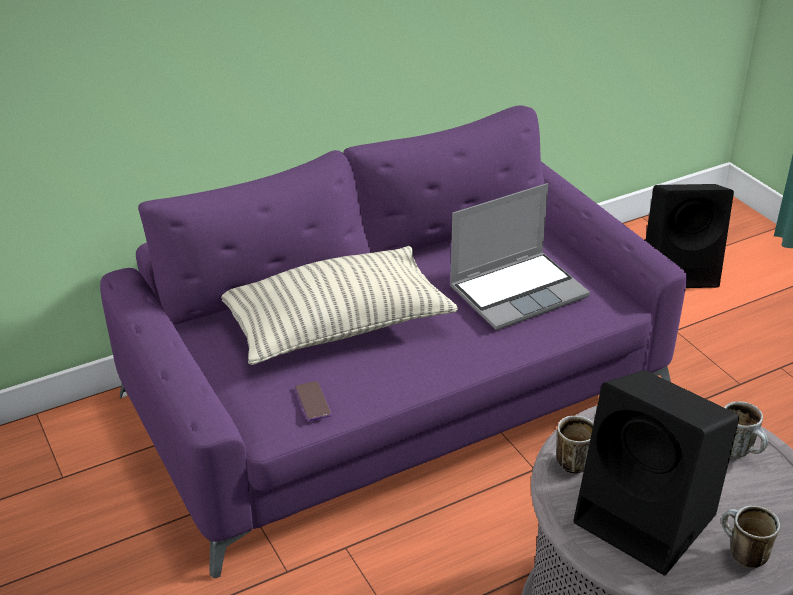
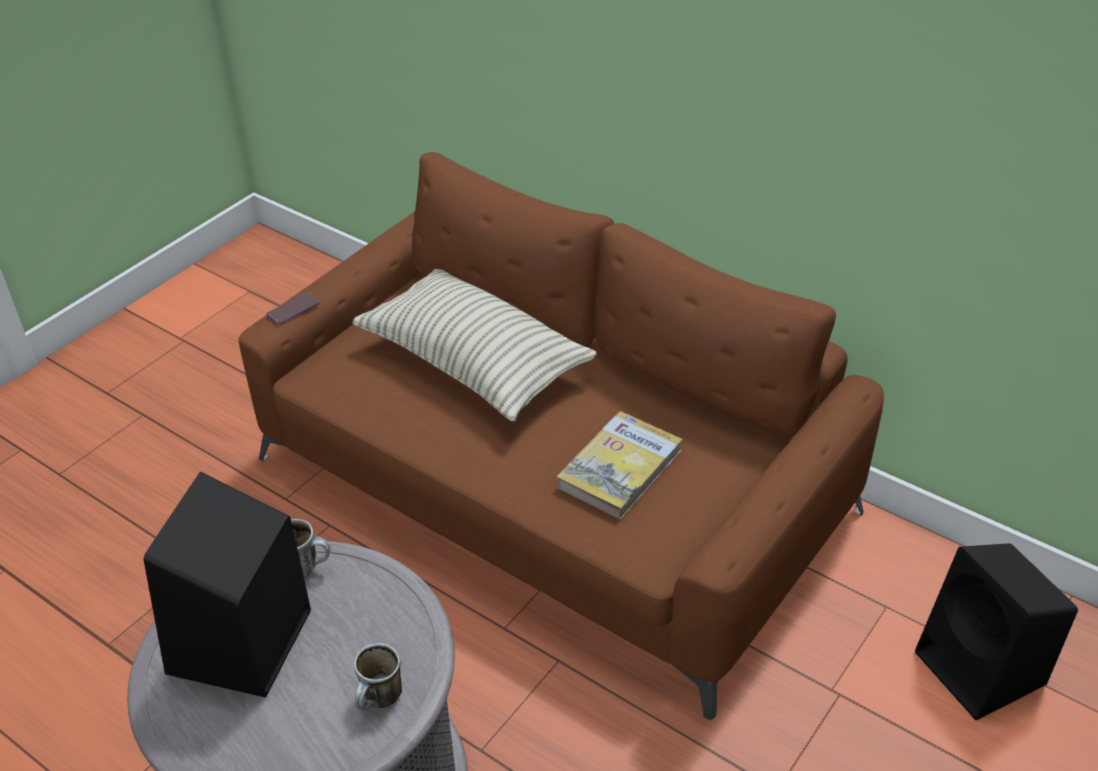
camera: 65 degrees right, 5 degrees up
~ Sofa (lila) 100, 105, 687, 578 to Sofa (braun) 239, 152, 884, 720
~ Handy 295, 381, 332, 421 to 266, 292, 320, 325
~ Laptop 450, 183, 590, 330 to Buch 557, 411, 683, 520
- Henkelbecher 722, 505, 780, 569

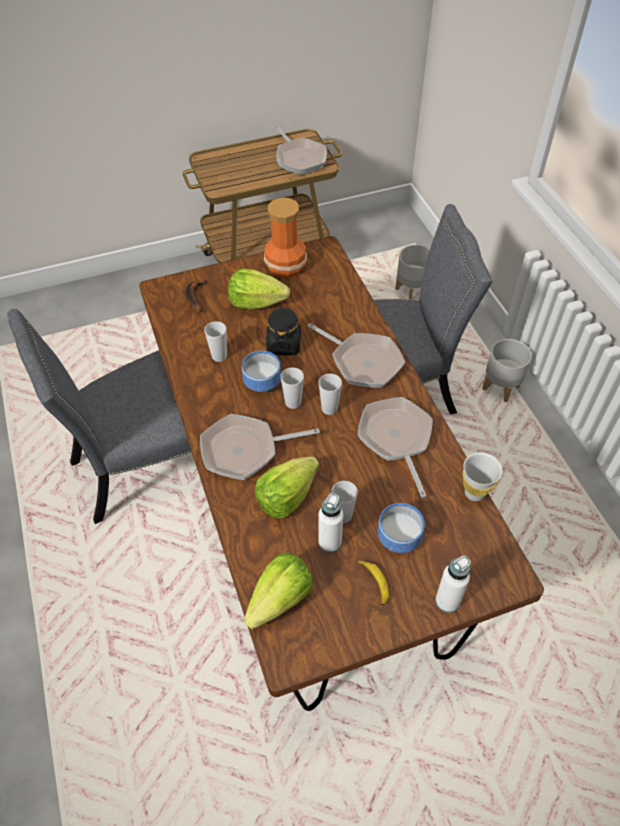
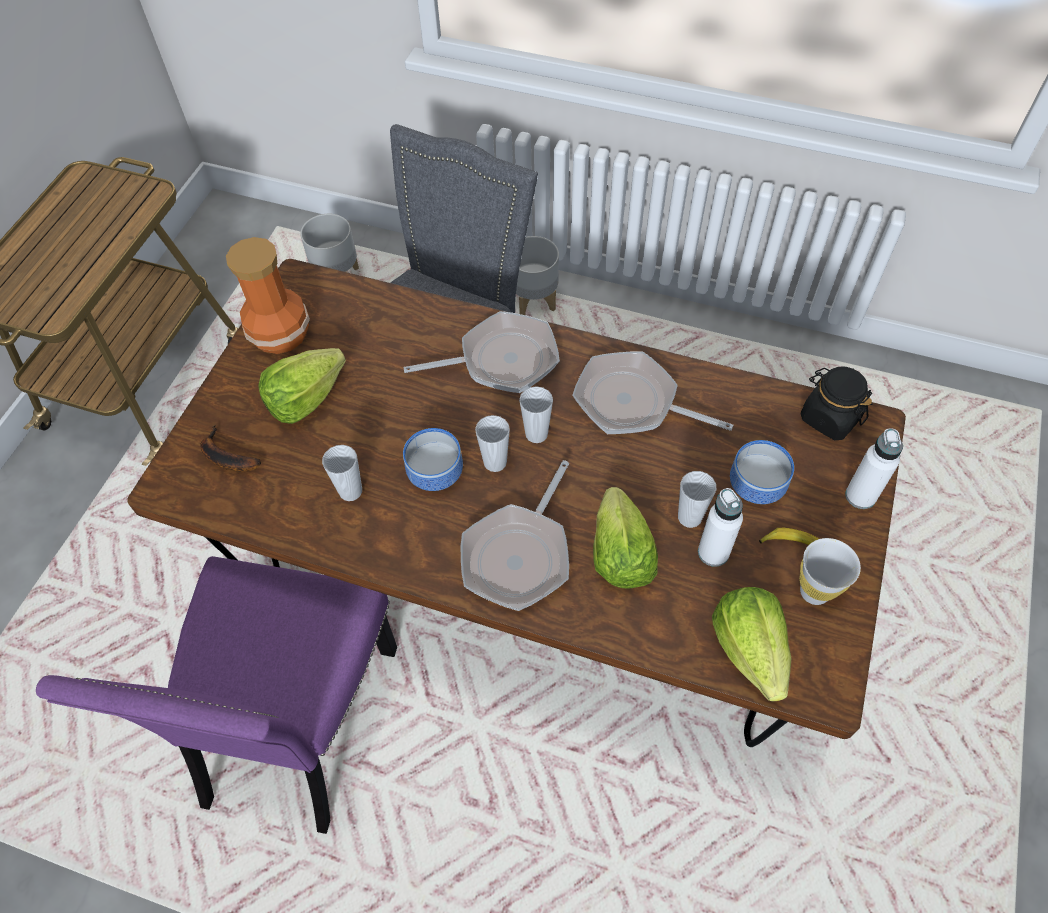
camera: 50 degrees left, 5 degrees up
~ Stuhl (grau) 7, 309, 191, 524 to Stuhl (lila) 36, 556, 397, 834
~ Vorratsglas (schwarz) 266, 307, 301, 355 to 801, 367, 873, 440
- Pfanne 275, 125, 327, 175
~ Tasse (weiß) 463, 452, 502, 501 to 799, 538, 861, 605

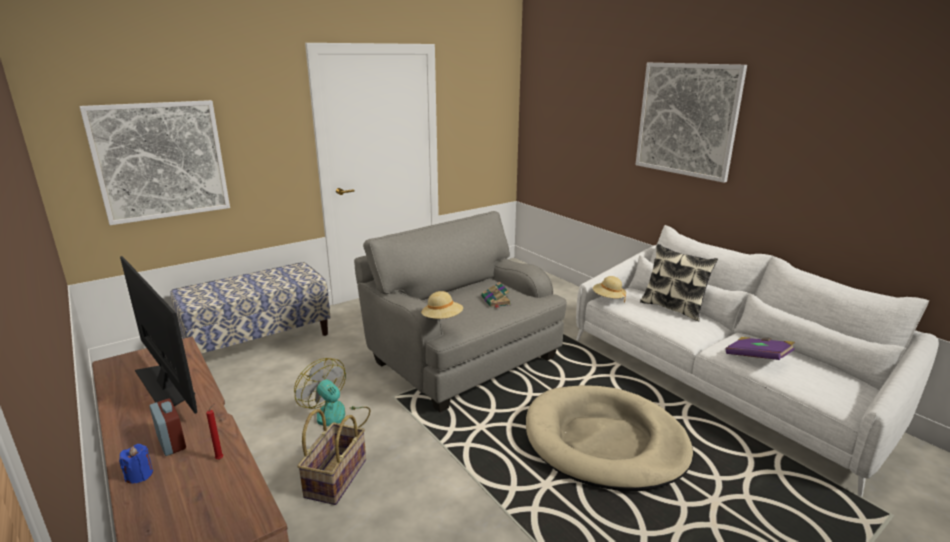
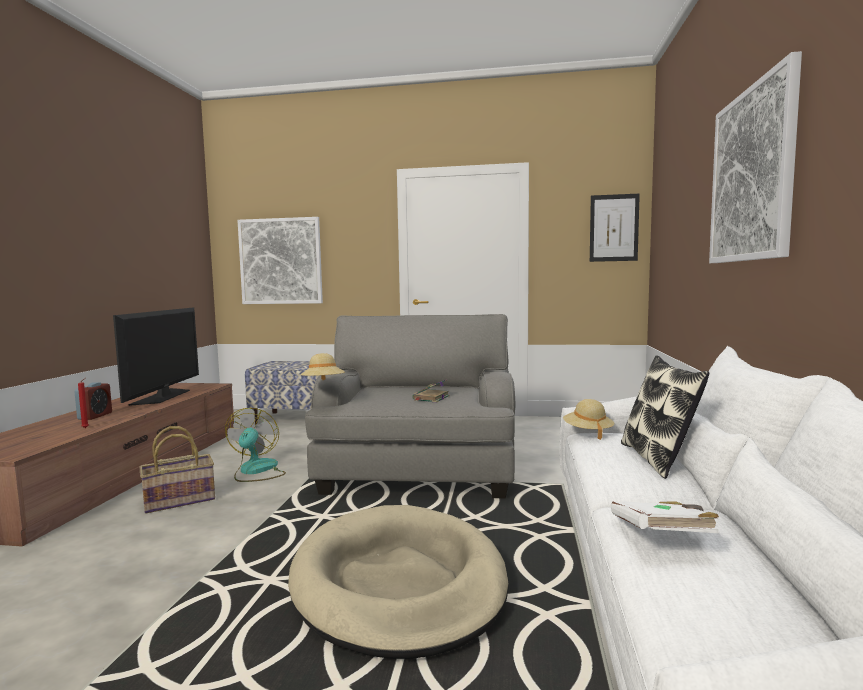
camera: 45 degrees right, 15 degrees down
- Kerze (blau) 119, 444, 153, 484
~ Buch (lila) 726, 337, 795, 360 to Buch (weiß) 611, 501, 719, 533
+ Bild 590, 194, 640, 262

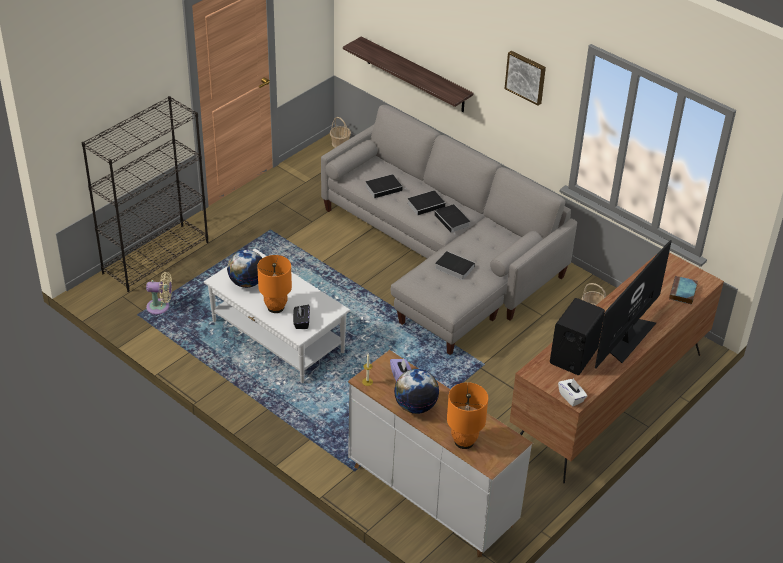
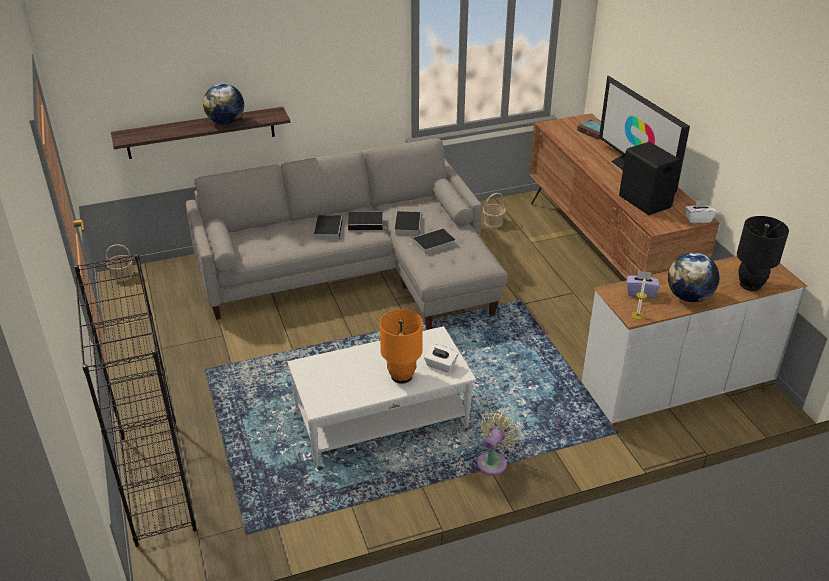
camera: 60 degrees left, 5 degrees down
~ Ventilator (beige) 146, 272, 172, 314 to 477, 413, 519, 475
~ Globus 227, 250, 262, 288 to 203, 84, 244, 125
~ Taschentuchbox (schwarz) 293, 305, 310, 329 to Taschentuchbox (weiß) 424, 344, 458, 372
~ Buch 366, 174, 404, 198 to 395, 211, 421, 236
~ Tischlampe (orange) 447, 382, 488, 449 to Tischlampe (schwarz) 737, 216, 789, 291
- Bild 505, 51, 546, 106

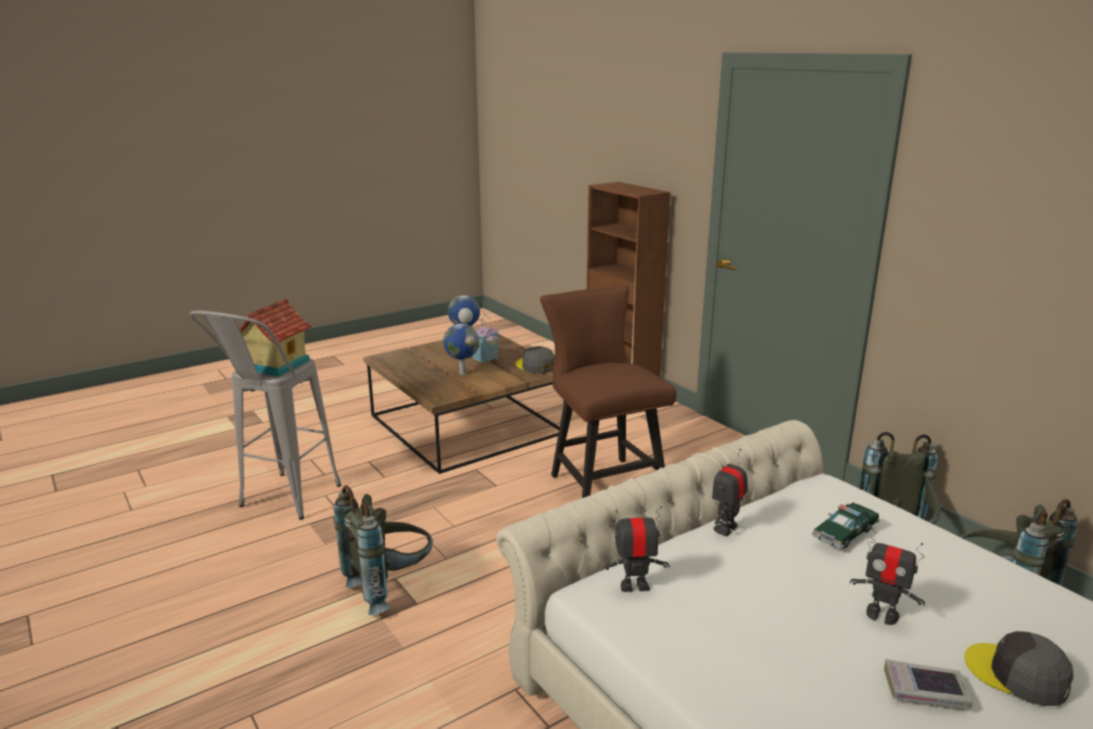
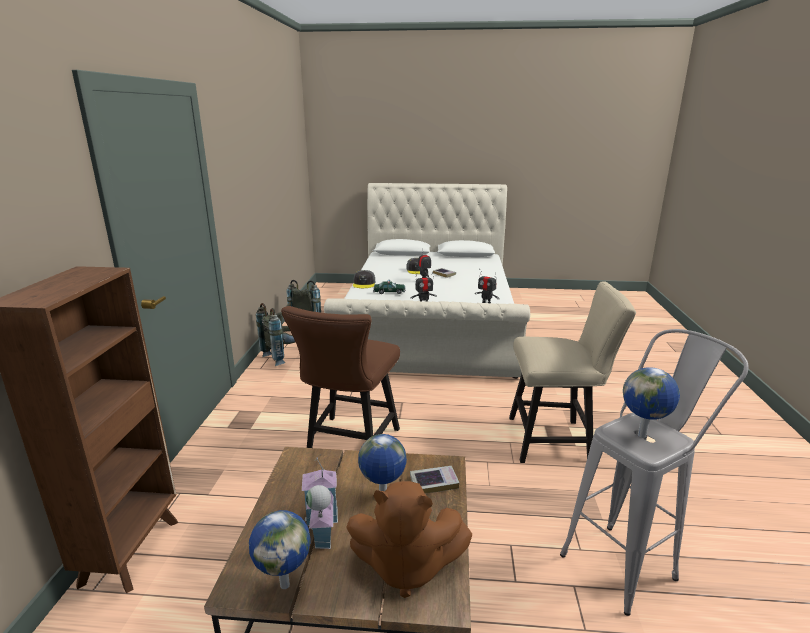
camera: 140 degrees left, 0 degrees up
~ Spielzeughaus 240, 299, 312, 376 to Globus 623, 367, 680, 438
~ Rucksack (grau) 333, 486, 433, 615 to Stuhl (beige) 509, 281, 636, 463
~ Kappe (grau) 516, 346, 555, 374 to 353, 270, 375, 288
+ Plüschtier (braun) 346, 481, 472, 598
+ Buch 410, 466, 459, 493

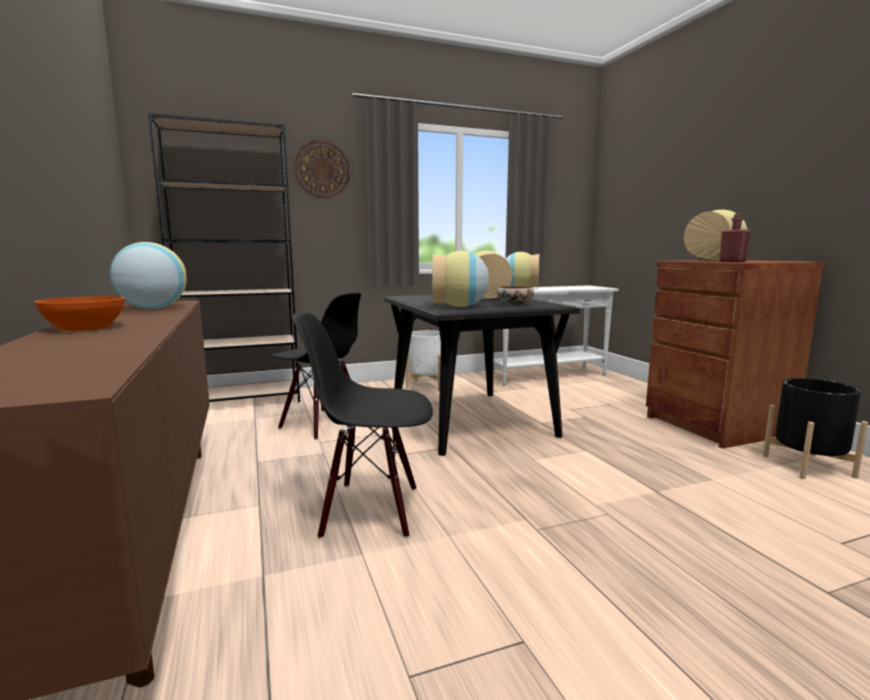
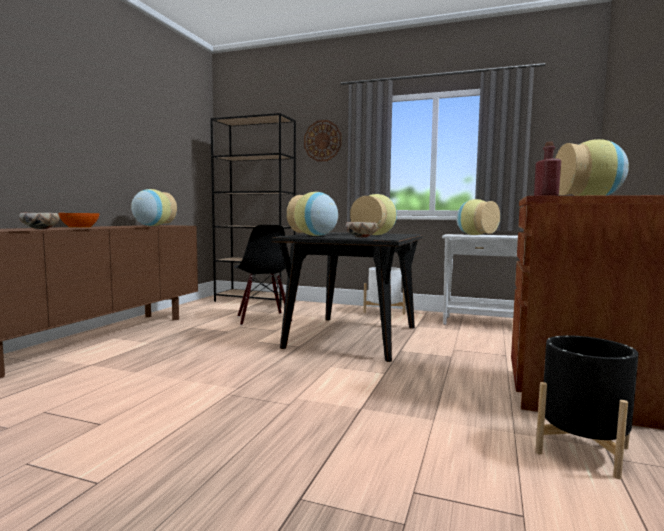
camera: 40 degrees right, 5 degrees down
- Stuhl (schwarz) 291, 312, 433, 539
+ Schüssel 19, 213, 60, 229

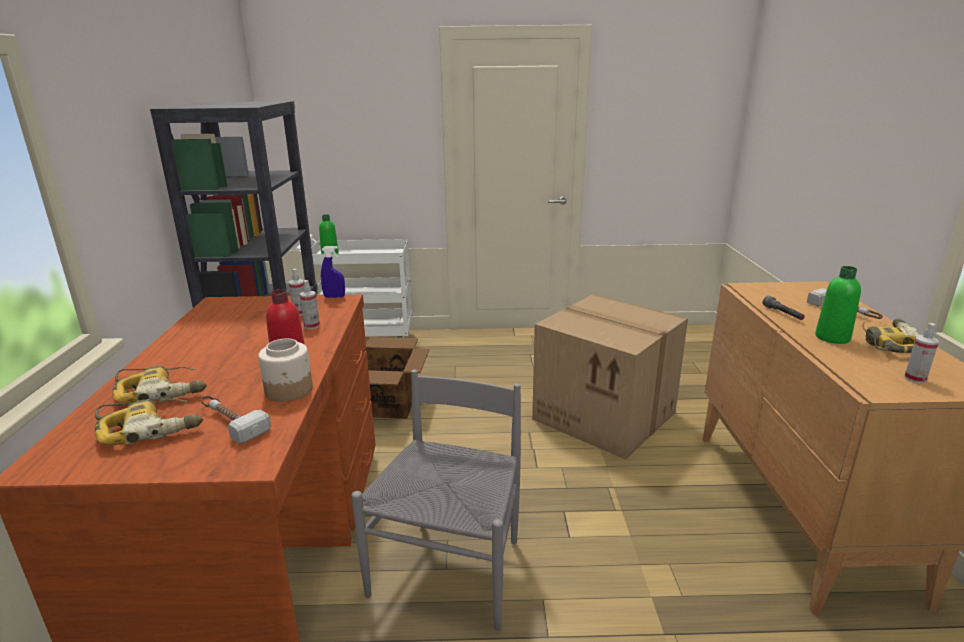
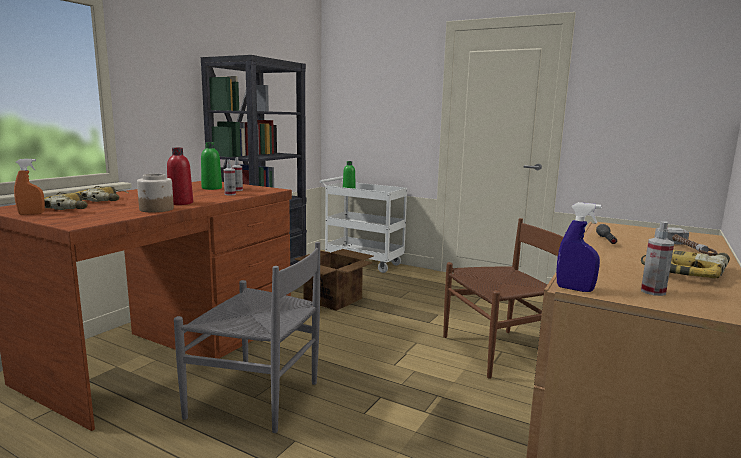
camera: 30 degrees right, 10 degrees down
- Hammer 201, 396, 271, 444
~ Sprühflasche (blau) 321, 246, 345, 298 to 556, 202, 602, 292
~ Stuhl (grau) 352, 369, 521, 631 = 174, 242, 320, 433 60 degrees clockwise
~ Karton 532, 294, 688, 459 to Stuhl (braun) 443, 218, 563, 379
~ Flasche (grün) 815, 266, 861, 344 to 201, 142, 222, 190
+ Sprühflasche (orange) 14, 159, 45, 215

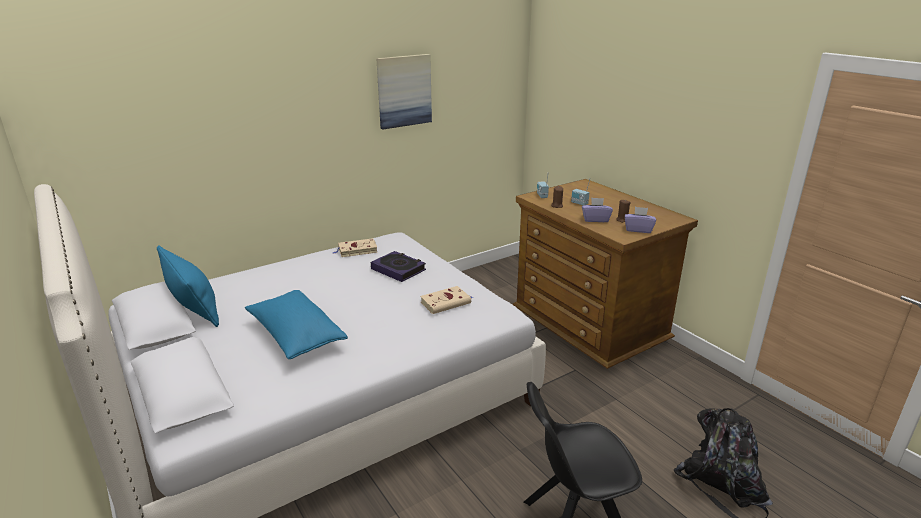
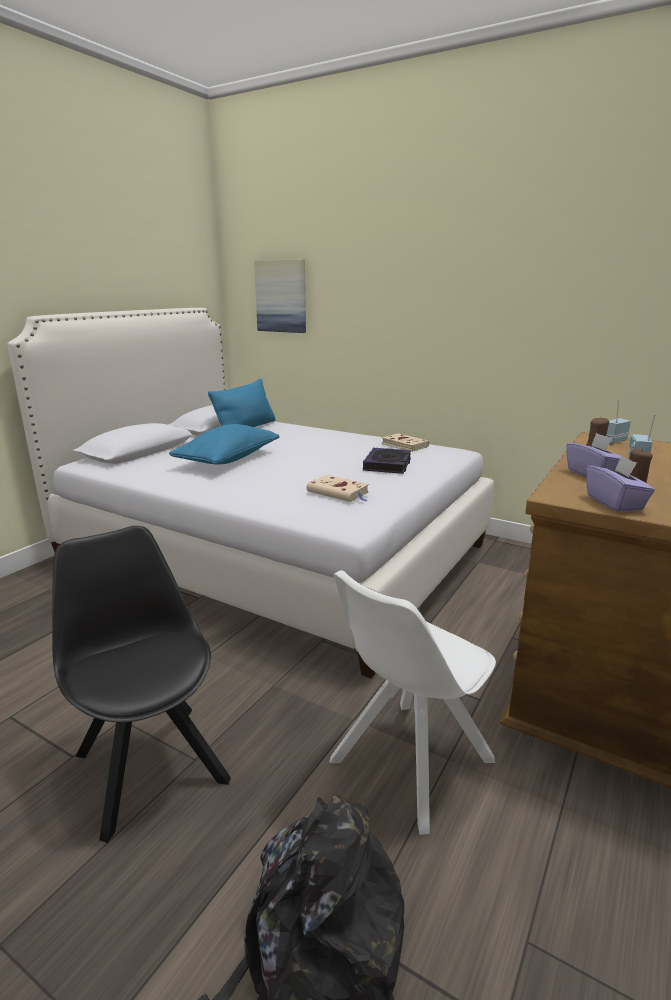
camera: 65 degrees right, 5 degrees down
~ Bild 376, 54, 432, 129 to 254, 259, 306, 333
+ Stuhl (weiß) 329, 570, 496, 835

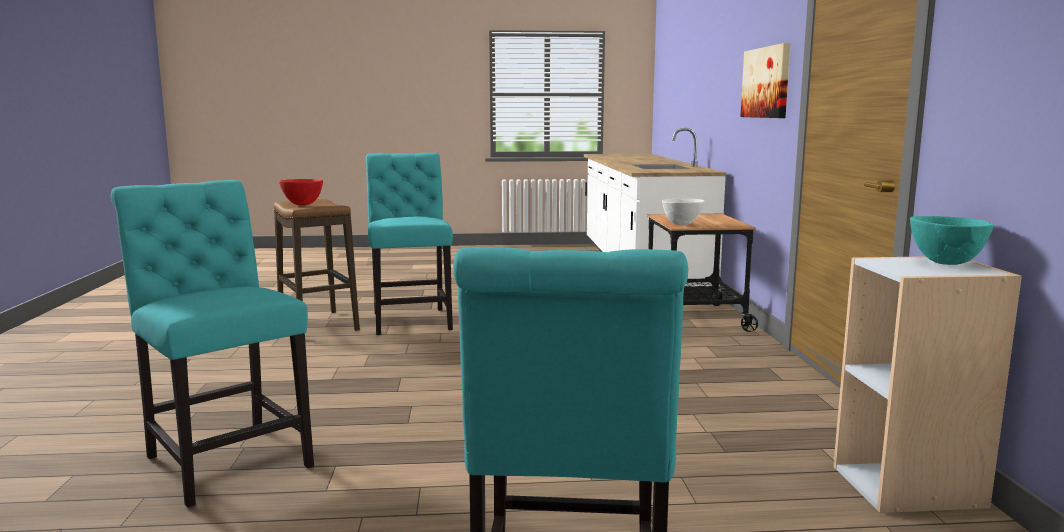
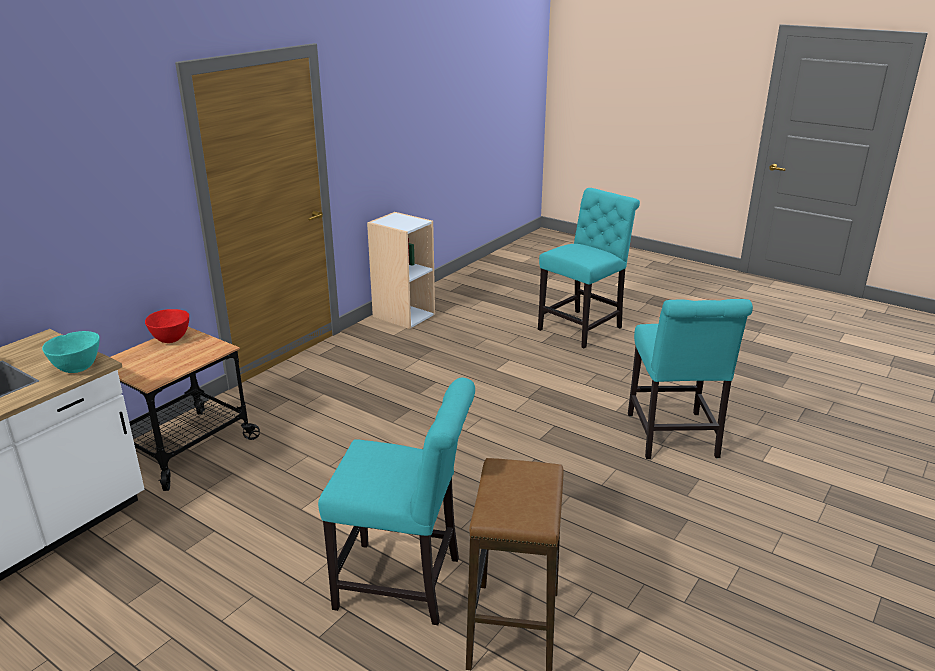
camera: 140 degrees left, 15 degrees up
~ Schüssel (rot) 279, 179, 323, 205 to 145, 309, 189, 343
~ Stuhl (türkis) 366, 153, 453, 335 = 318, 378, 475, 625 105 degrees counterclockwise
- Schüssel (weiß) 662, 199, 705, 225
- Bild 740, 43, 790, 118
~ Schüssel (türkis) 910, 216, 994, 265 to 42, 331, 100, 373

